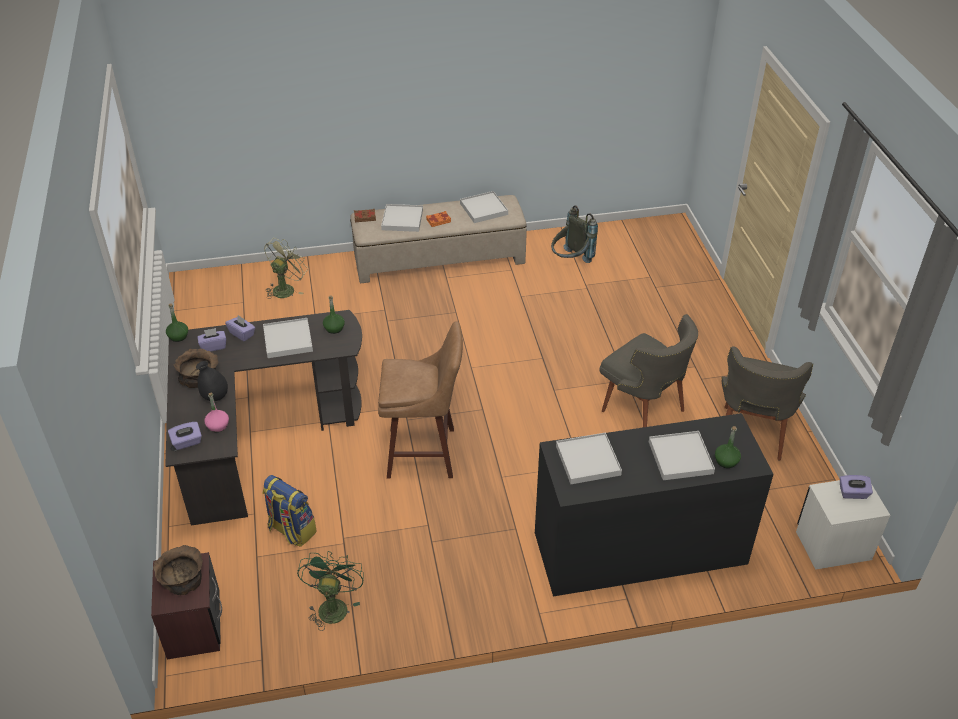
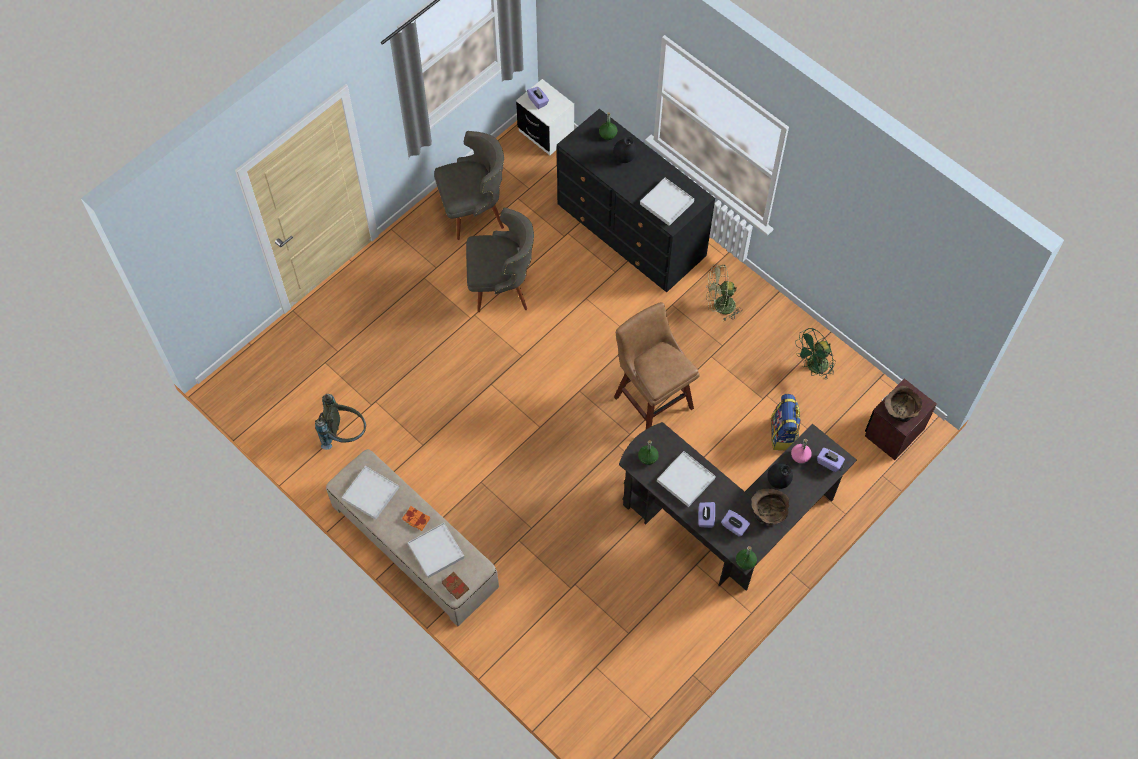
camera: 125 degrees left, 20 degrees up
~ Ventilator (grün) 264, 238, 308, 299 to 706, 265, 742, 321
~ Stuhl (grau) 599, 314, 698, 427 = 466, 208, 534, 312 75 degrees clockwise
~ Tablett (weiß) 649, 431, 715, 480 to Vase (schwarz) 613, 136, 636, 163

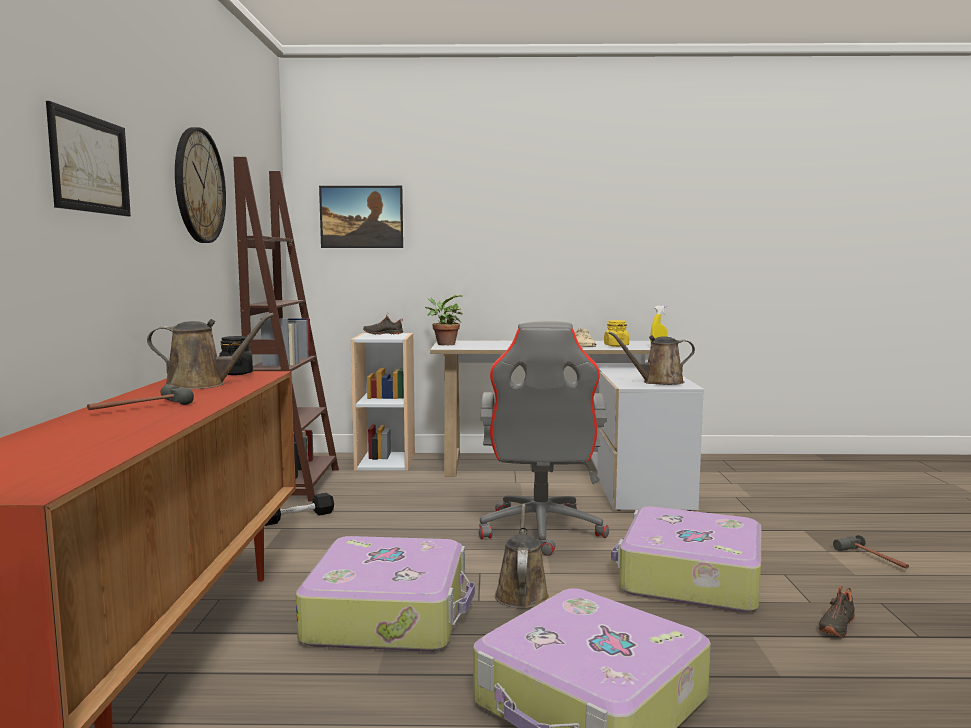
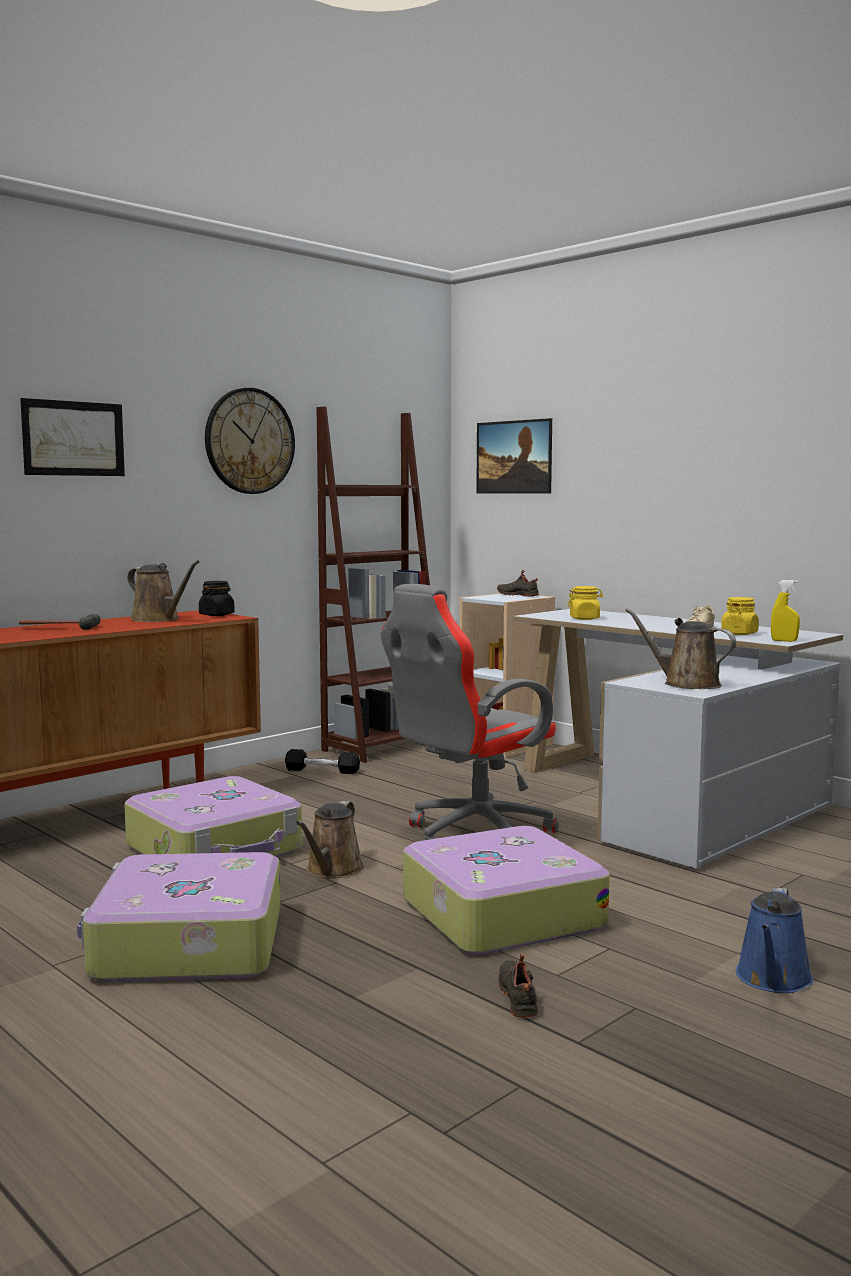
camera: 45 degrees right, 0 degrees up
- Topfpflanze 425, 295, 464, 345
~ Gießkanne (braun) 495, 504, 549, 609 = 296, 801, 364, 879 150 degrees clockwise
~ Schuh (schwarz) 819, 586, 855, 637 = 499, 954, 538, 1018 90 degrees clockwise
~ Hammer 833, 535, 909, 569 to Gießkanne (blau) 736, 887, 813, 993
+ Vorratsglas (gelb) 567, 586, 604, 620

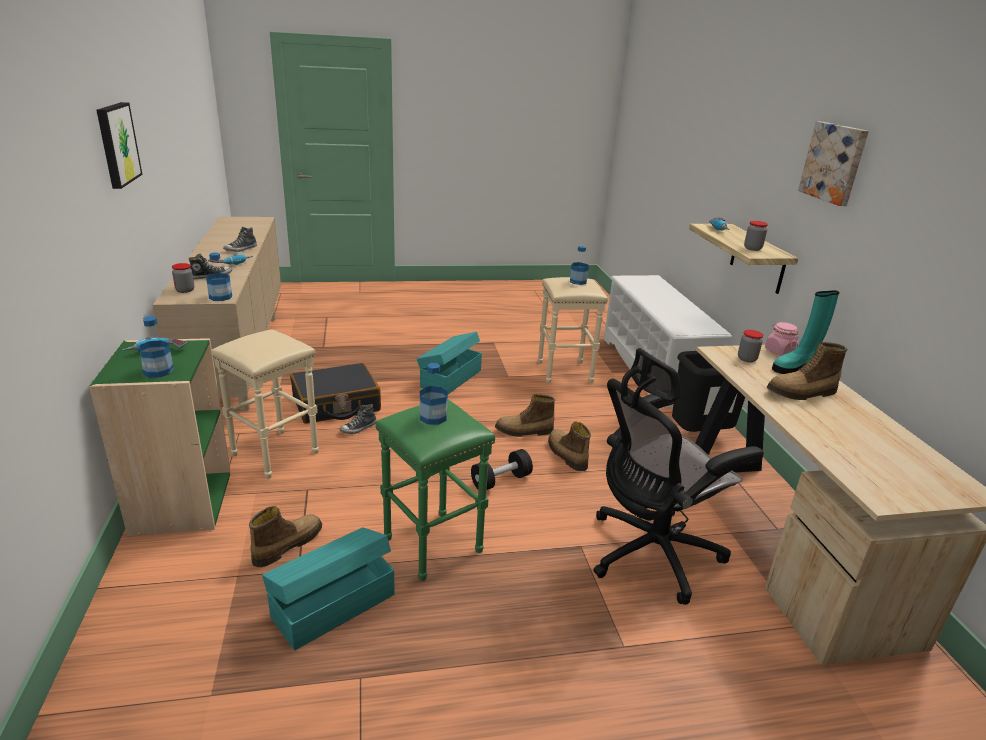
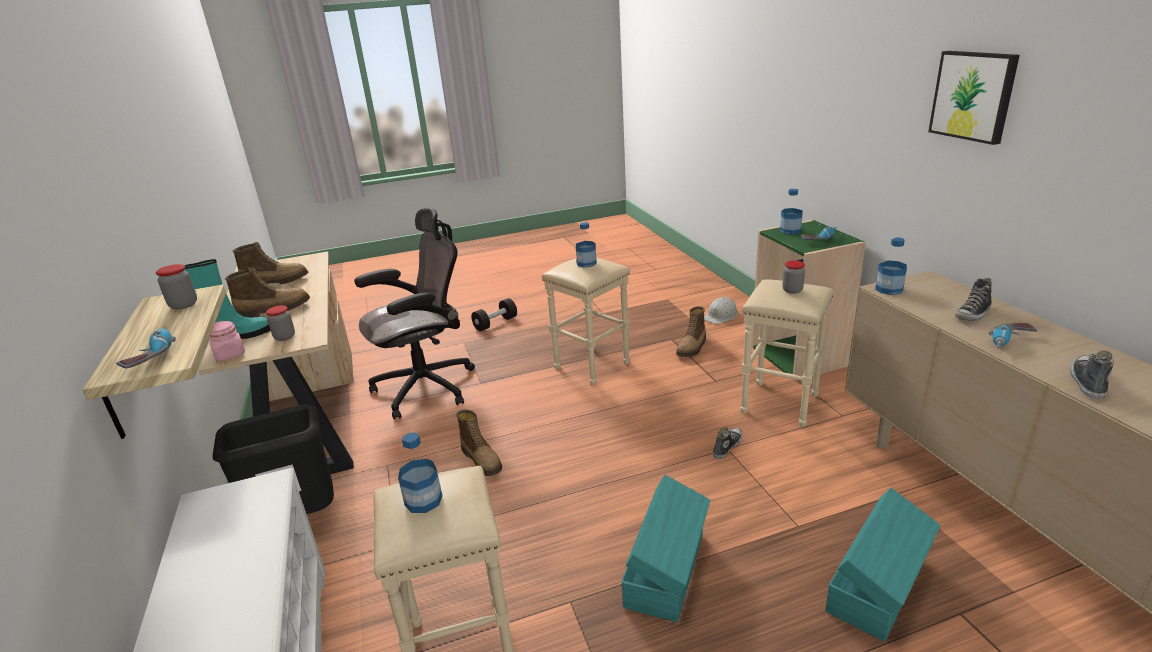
camera: 175 degrees right, 0 degrees up
~ Vorratsglas 172, 263, 194, 293 to 782, 260, 805, 294
~ Aufbewahrungsbox (türkis) 262, 527, 394, 650 to 825, 488, 941, 642
- Koffer (schwarz) 290, 363, 381, 424
~ Hocker (grün) 375, 400, 495, 581 to Hocker (beige) 542, 258, 630, 385
~ Hantel (schwarz) 471, 449, 533, 490 to 471, 298, 517, 331
~ Stiefel 495, 394, 555, 437 to 233, 242, 308, 284
- Bild 798, 121, 869, 206
+ Schutzhelm (weiß) 704, 297, 738, 324

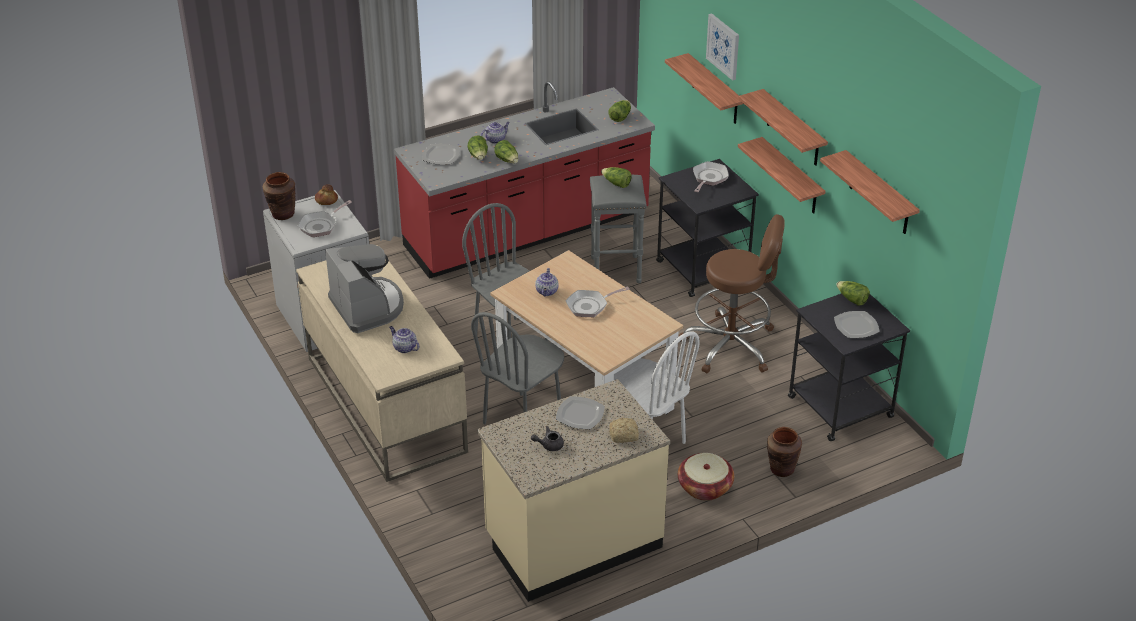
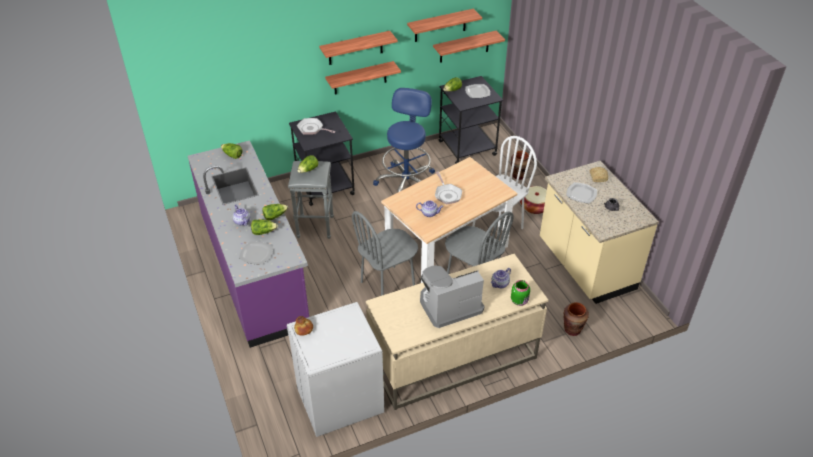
camera: 85 degrees left, 5 degrees up
~ Vase (braun) 263, 172, 295, 220 to 564, 302, 589, 336
- Pfanne 298, 200, 352, 237
~ Küchenzeile (rot) 394, 81, 655, 279 to Küchenzeile (lila) 188, 140, 309, 348
~ Wandregal 665, 53, 744, 124 to 433, 30, 505, 63
~ Hocker (braun) 679, 214, 785, 373 to Hocker (blau) 373, 88, 435, 193
- Bild 706, 13, 739, 81
+ Vorratsglas (grün) 511, 280, 530, 306

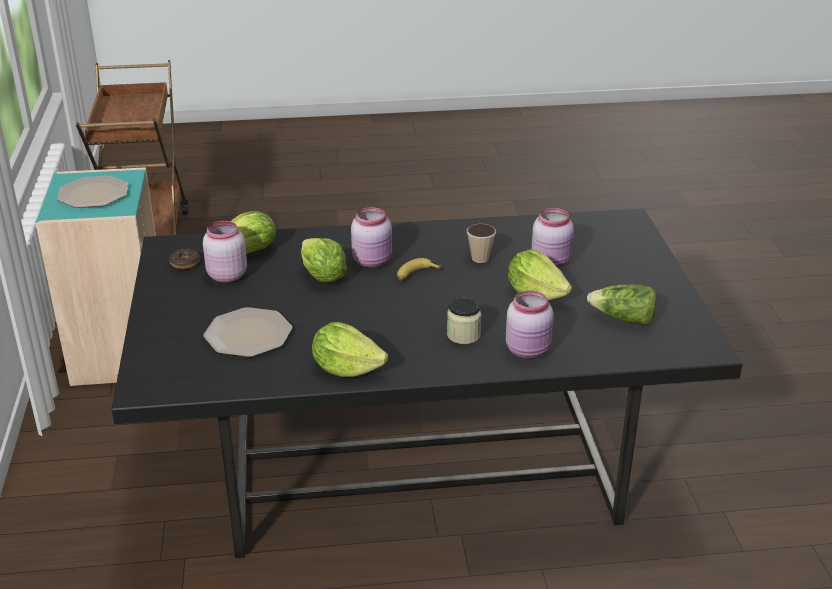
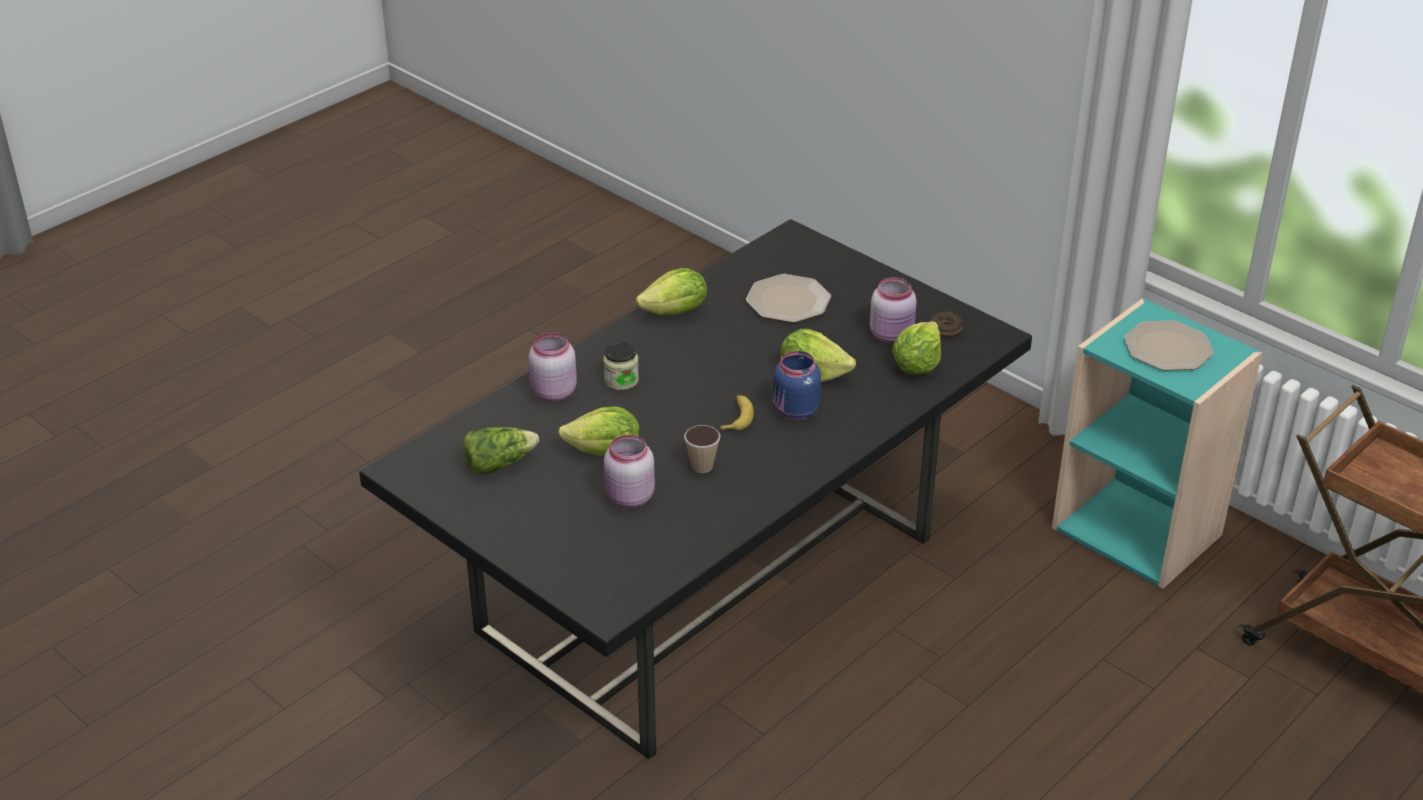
camera: 140 degrees right, 5 degrees up
~ Vorratsglas (rosa) 351, 207, 392, 268 to Vorratsglas (blau) 773, 351, 821, 421

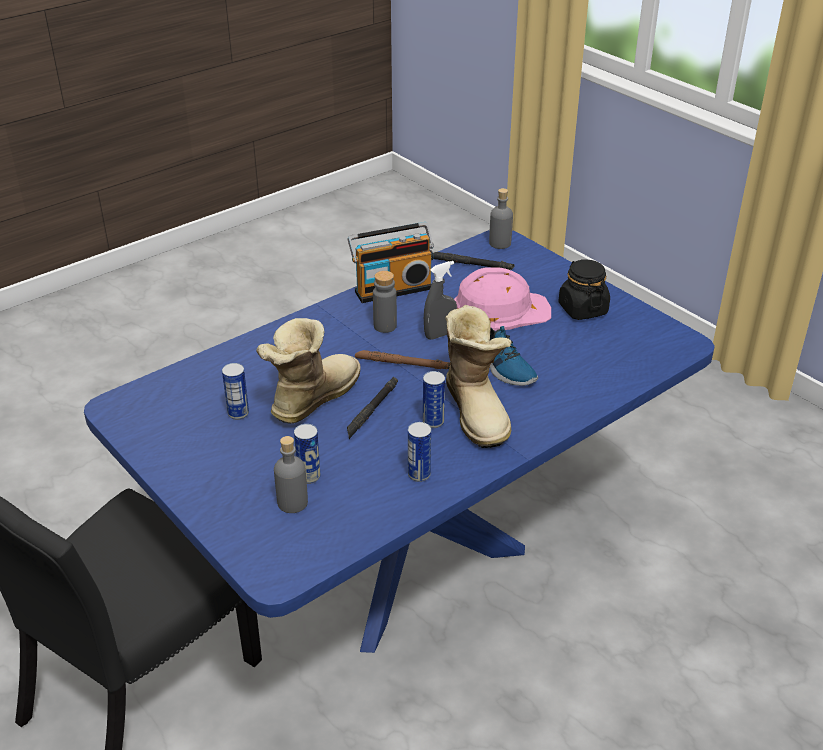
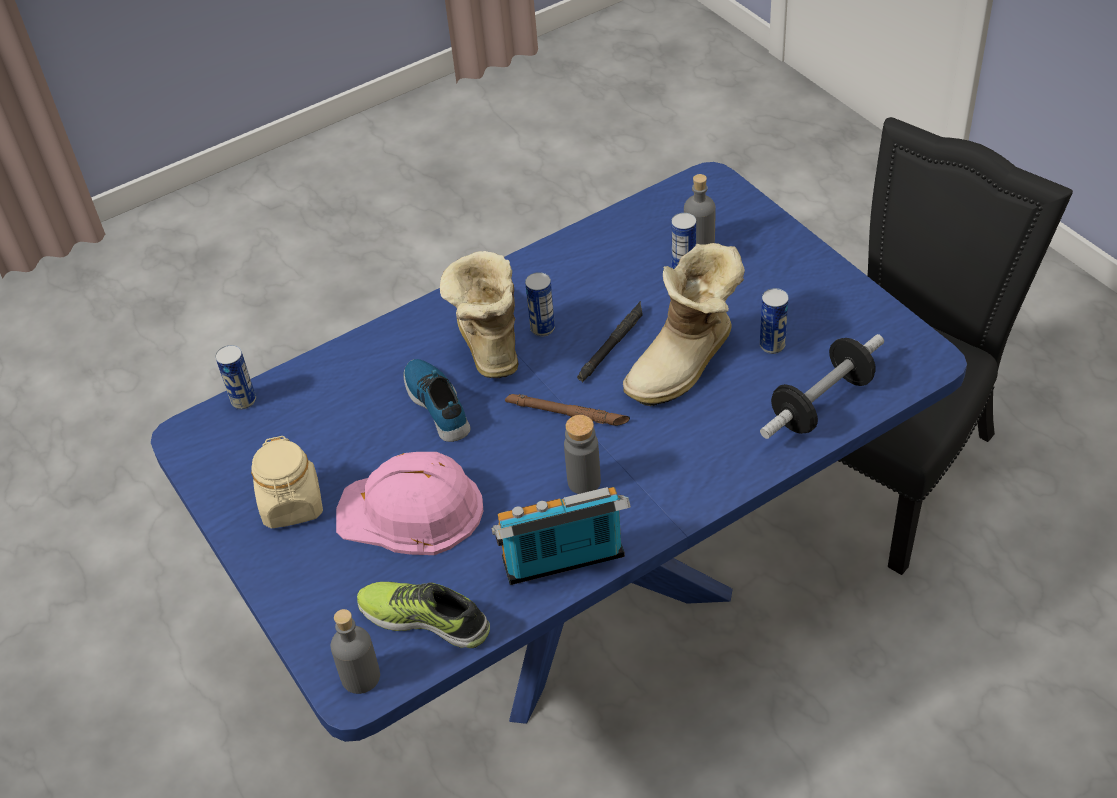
camera: 170 degrees left, 10 degrees up
~ Dose 408, 422, 431, 482 to 215, 345, 256, 409
- Sprühflasche (grau) 424, 261, 457, 340
~ Taschenlampe (schwarz) 433, 252, 515, 270 to Schuh 357, 582, 490, 648
~ Vorratsglas (schwarz) 558, 259, 610, 320 to Vorratsglas (beige) 251, 436, 323, 528
+ Hantel 760, 334, 884, 439

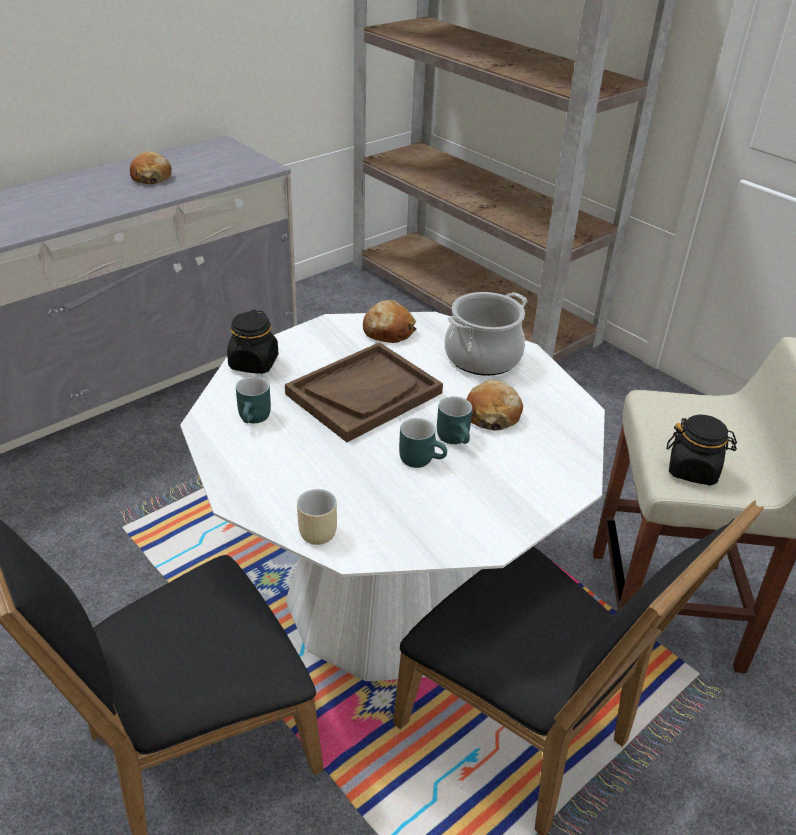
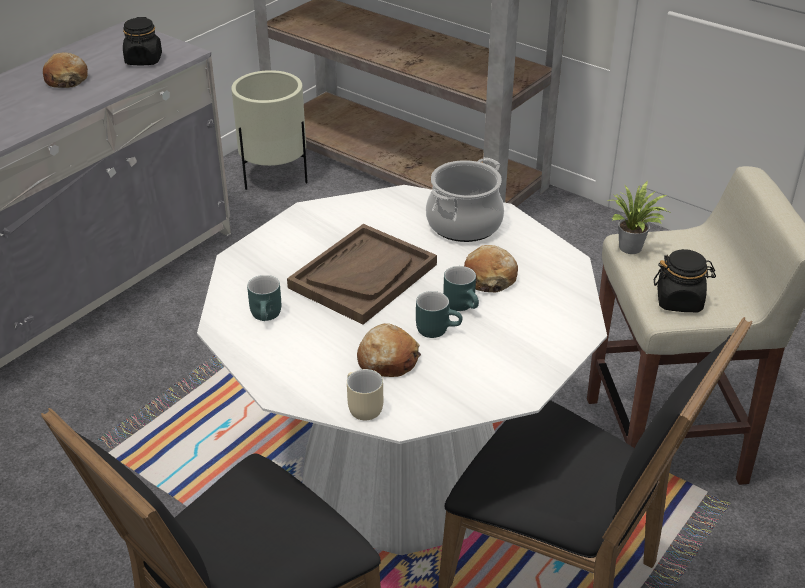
camera: 10 degrees left, 0 degrees up
~ Vorratsglas (schwarz) 227, 310, 279, 374 to 123, 17, 162, 65
~ Brot 363, 300, 416, 343 to 357, 323, 421, 377
+ Pflanzkübel (beige) 231, 70, 308, 190
+ Topfpflanze 607, 181, 672, 254

